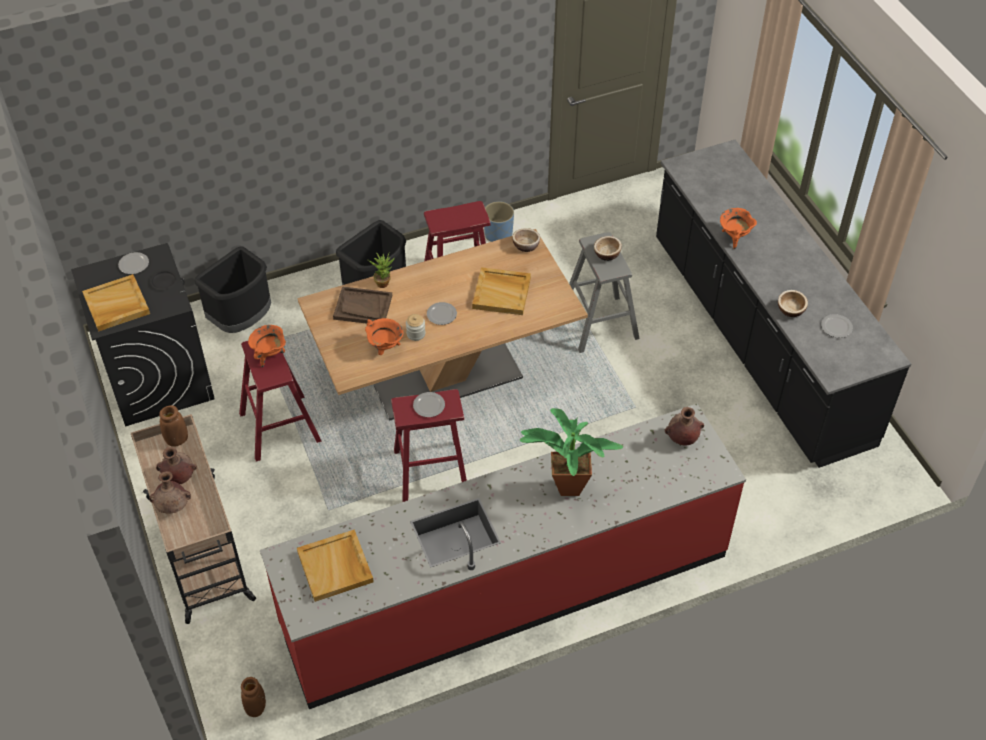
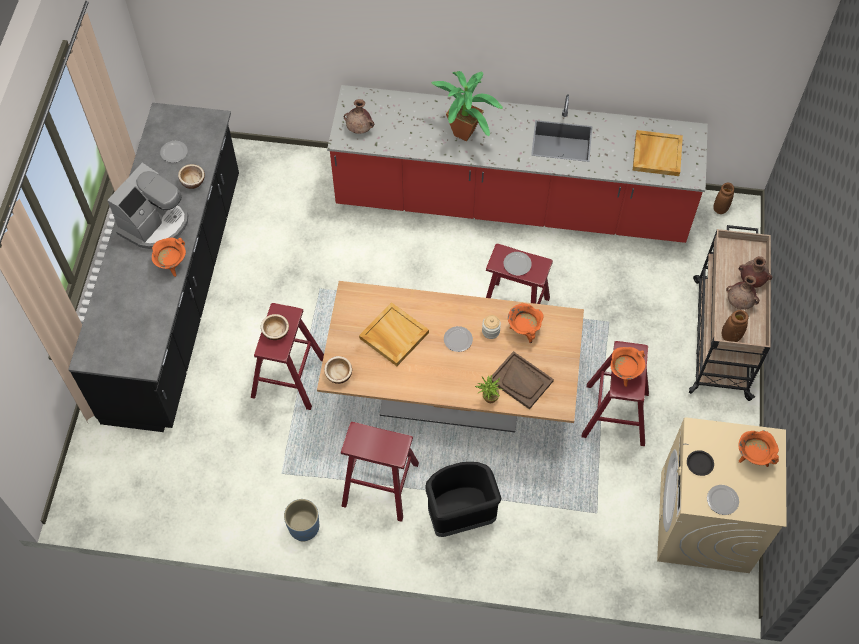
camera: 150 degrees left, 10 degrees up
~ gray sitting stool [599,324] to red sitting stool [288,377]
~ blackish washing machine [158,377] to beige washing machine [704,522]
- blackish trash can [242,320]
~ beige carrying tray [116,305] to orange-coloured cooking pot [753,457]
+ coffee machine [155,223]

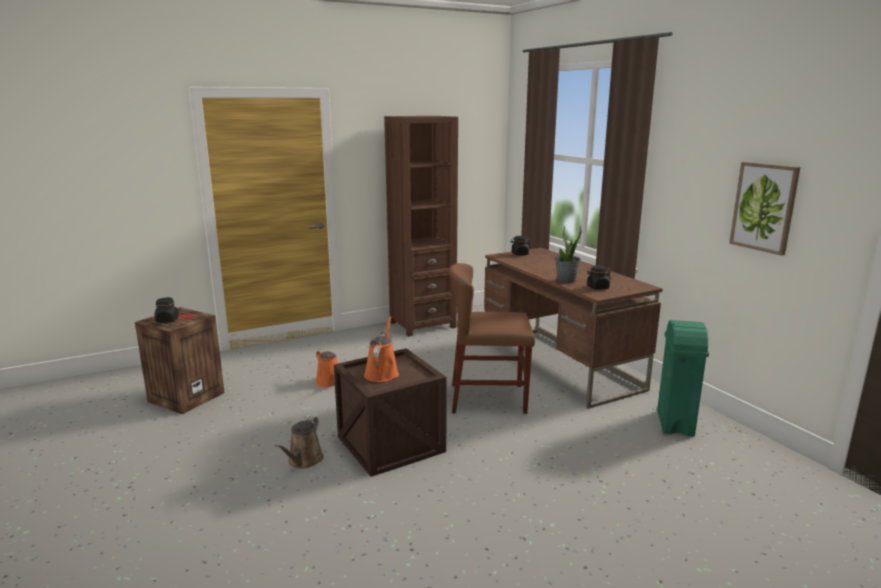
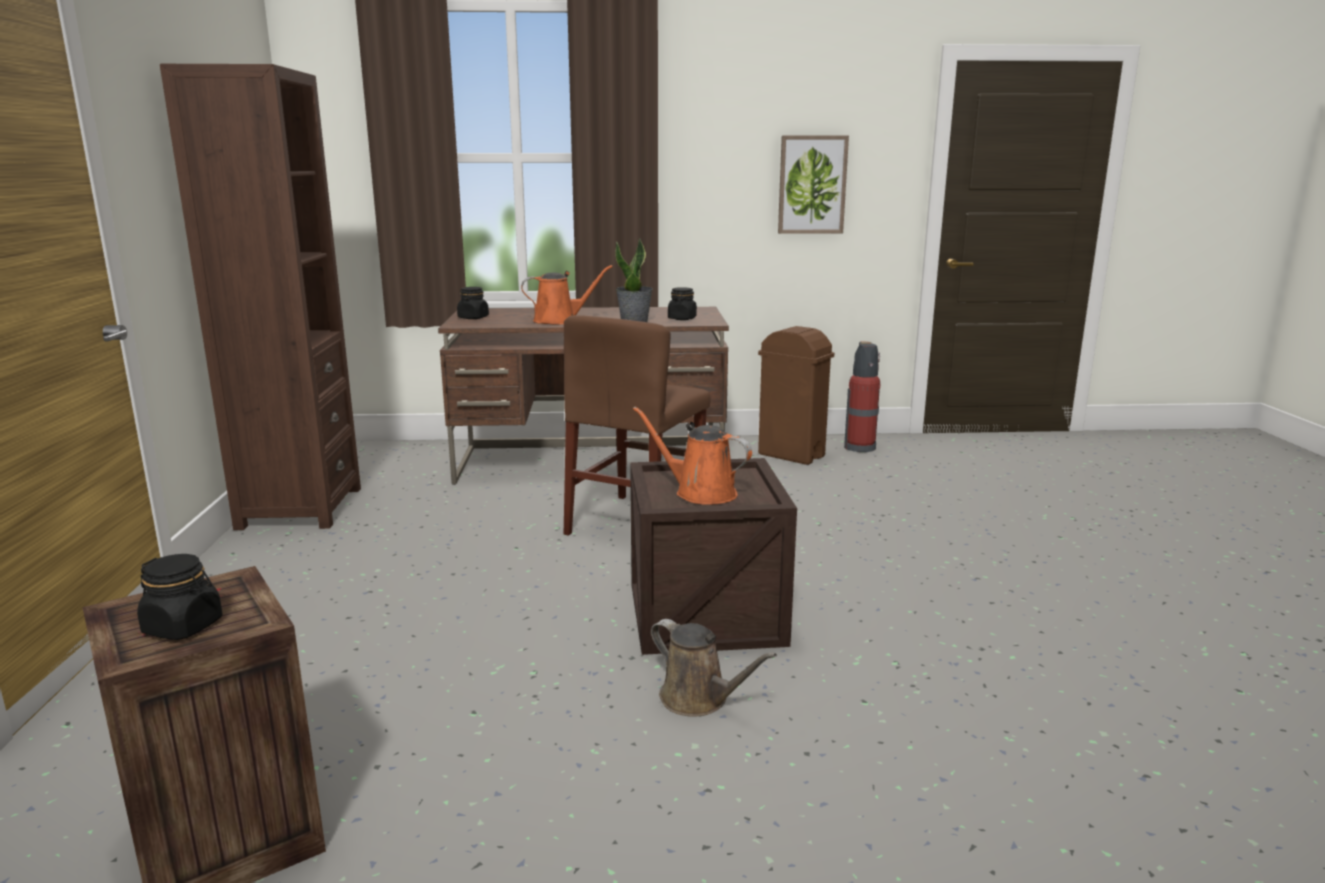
camera: 65 degrees left, 0 degrees up
~ greenish trash can [674,423] to brown trash can [791,455]
~ orange-coloured watering can [331,382] to [559,320]
+ fire-fighting cylinder [859,447]

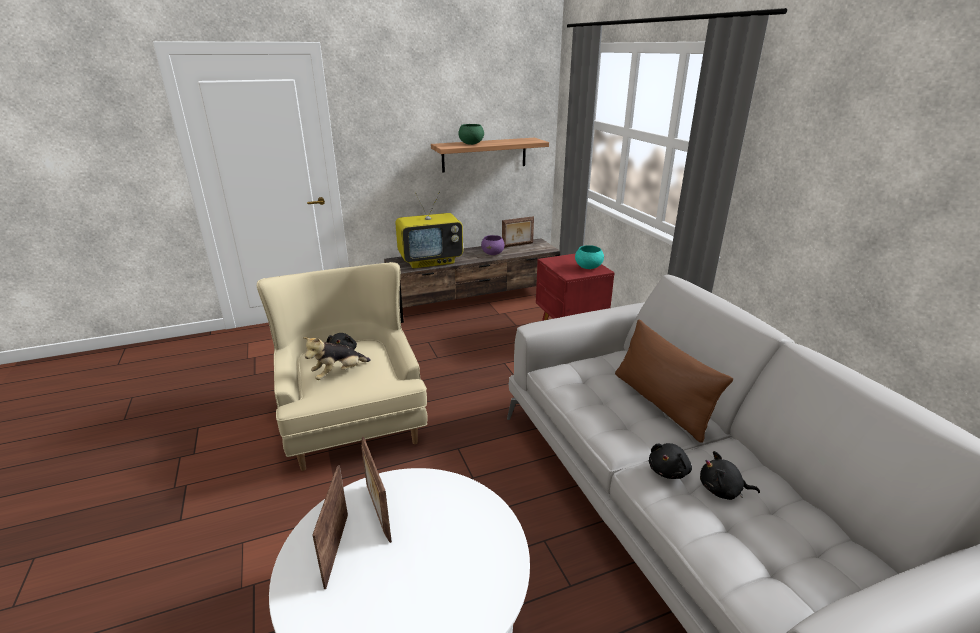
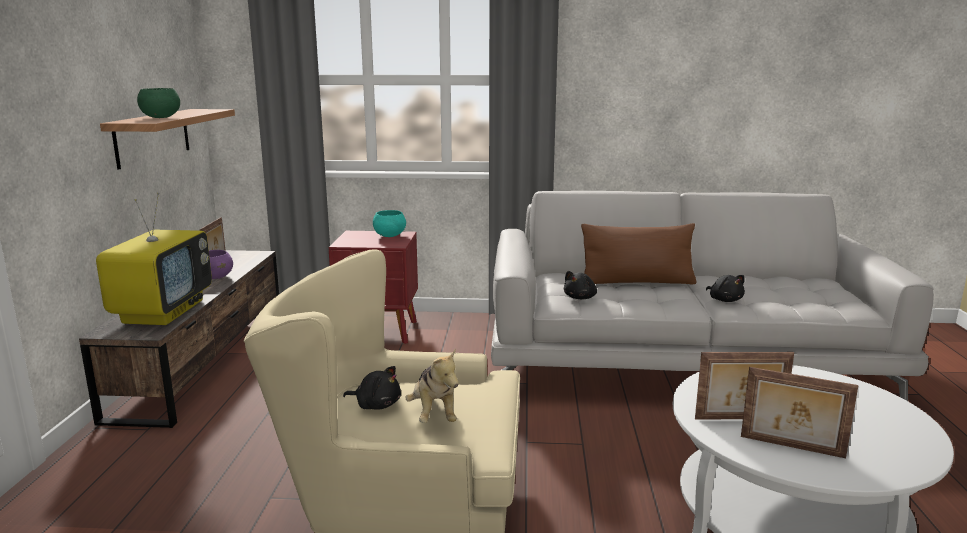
camera: 65 degrees left, 10 degrees down
~ blackish plush toy [722,490] to [581,298]

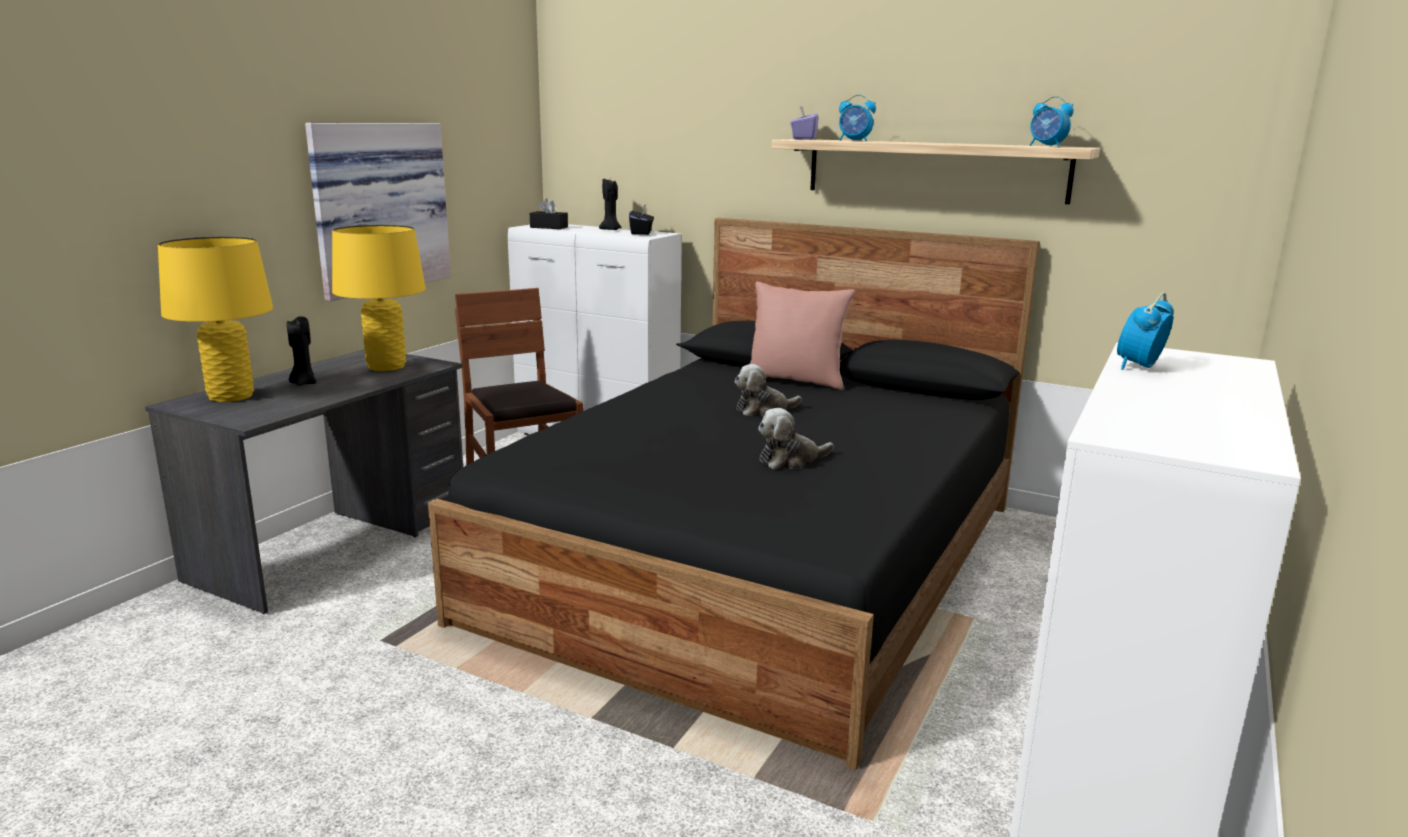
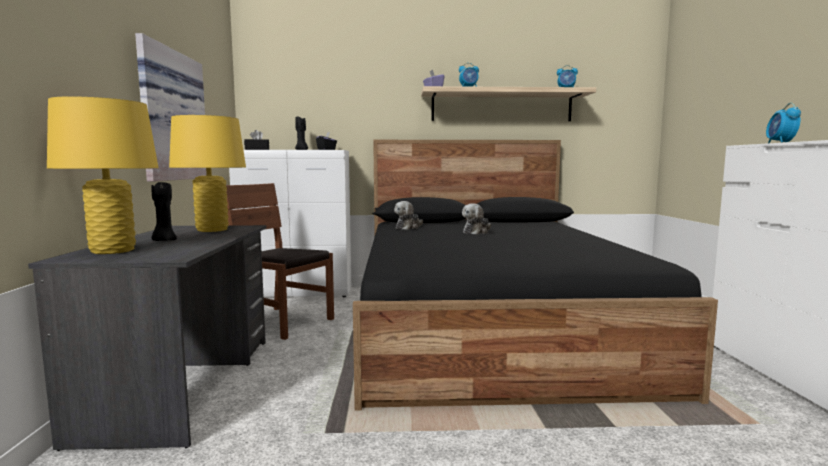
camera: 30 degrees left, 10 degrees down
- pink cushion [796,381]
~ plush toy [790,460] to [408,227]

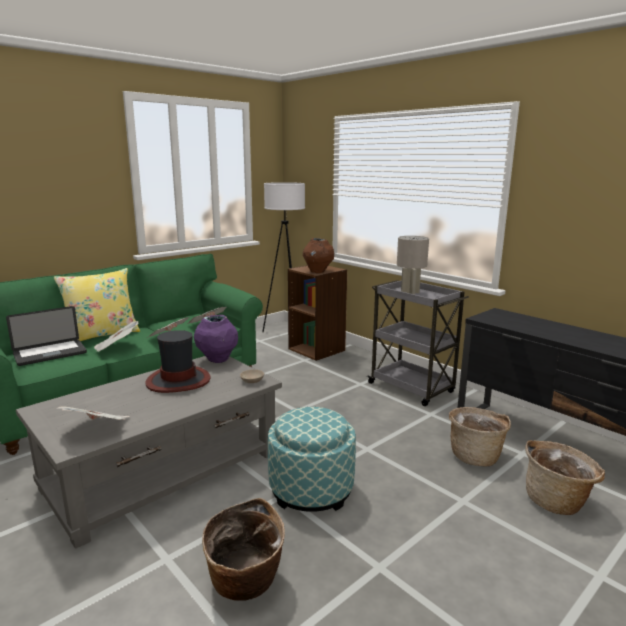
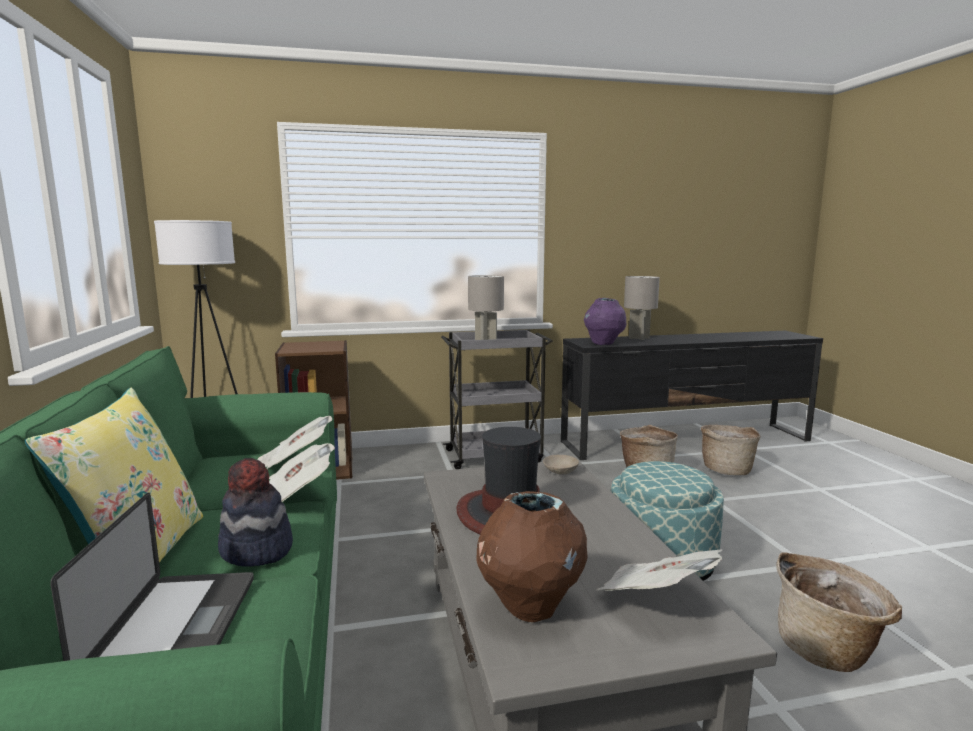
camera: 60 degrees left, 5 degrees down
~ brown flower vase [318,271] to [530,606]
~ purple-coloured flower vase [217,360] to [603,343]
~ printed paper [116,348] to wearable hat [256,550]
+ gray lamp for a table [639,338]

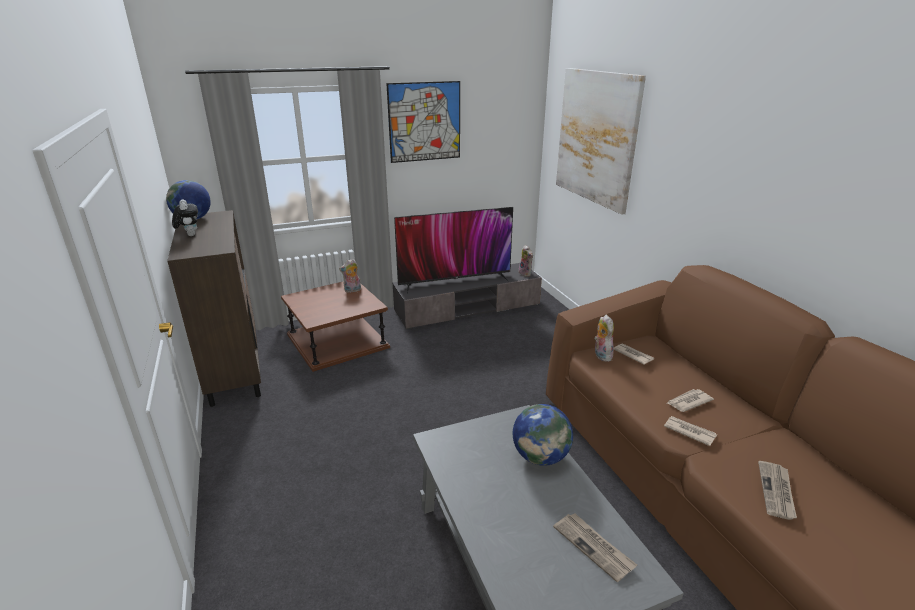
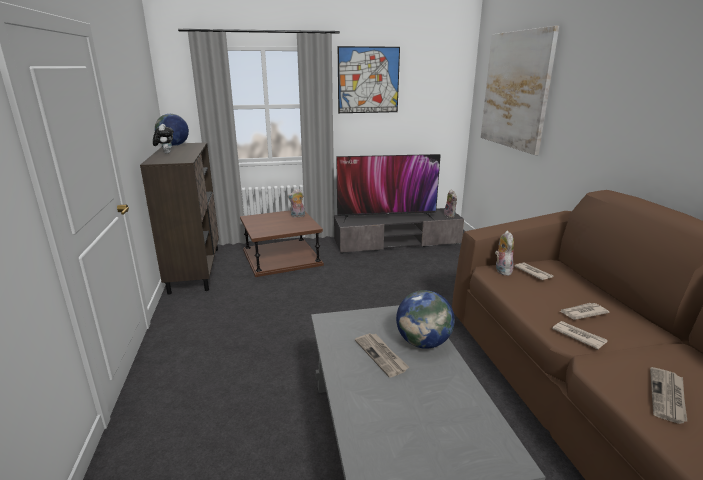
camera: 10 degrees right, 5 degrees down
~ printed paper [594,547] to [381,355]

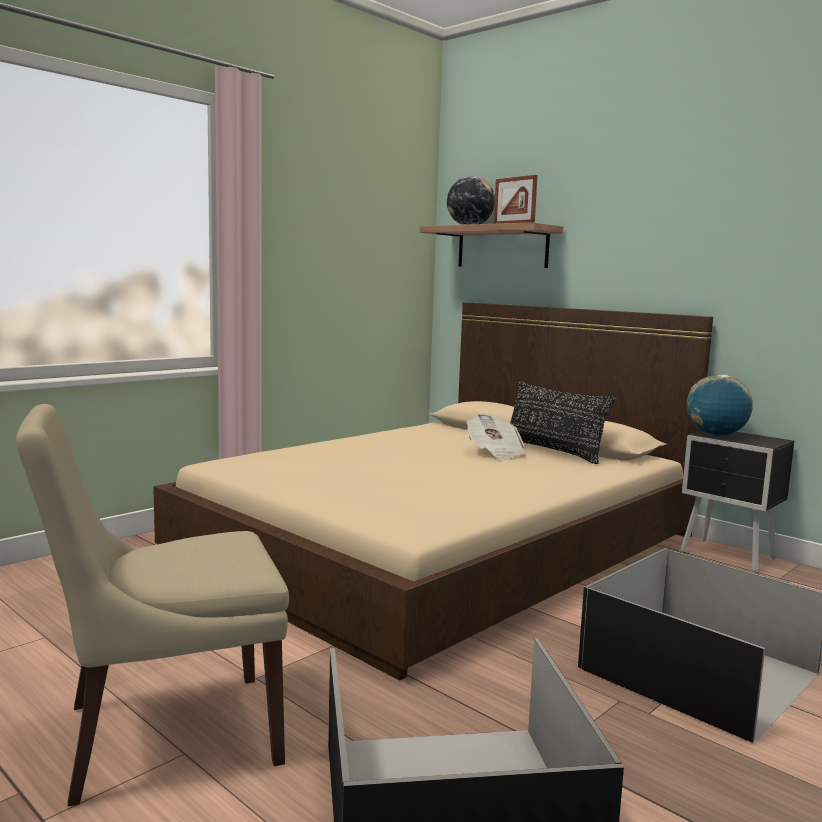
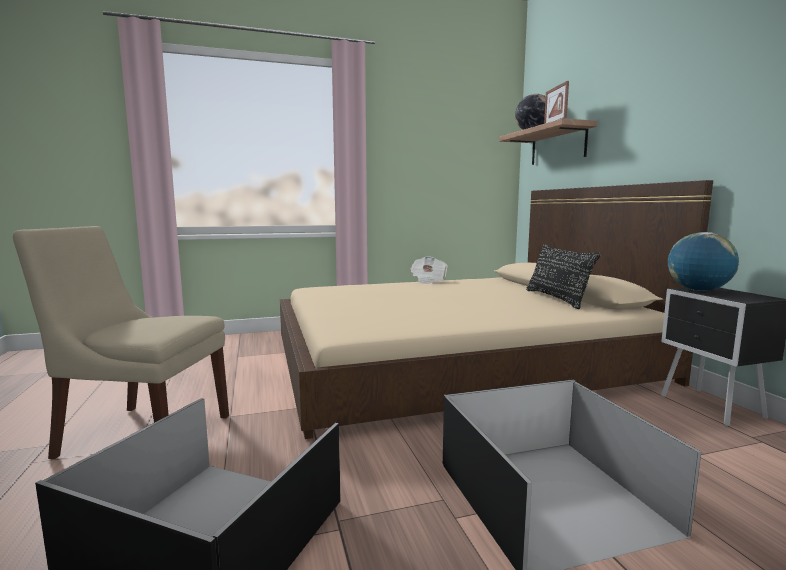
camera: 30 degrees right, 0 degrees up
~ printed paper [495,453] to [428,281]

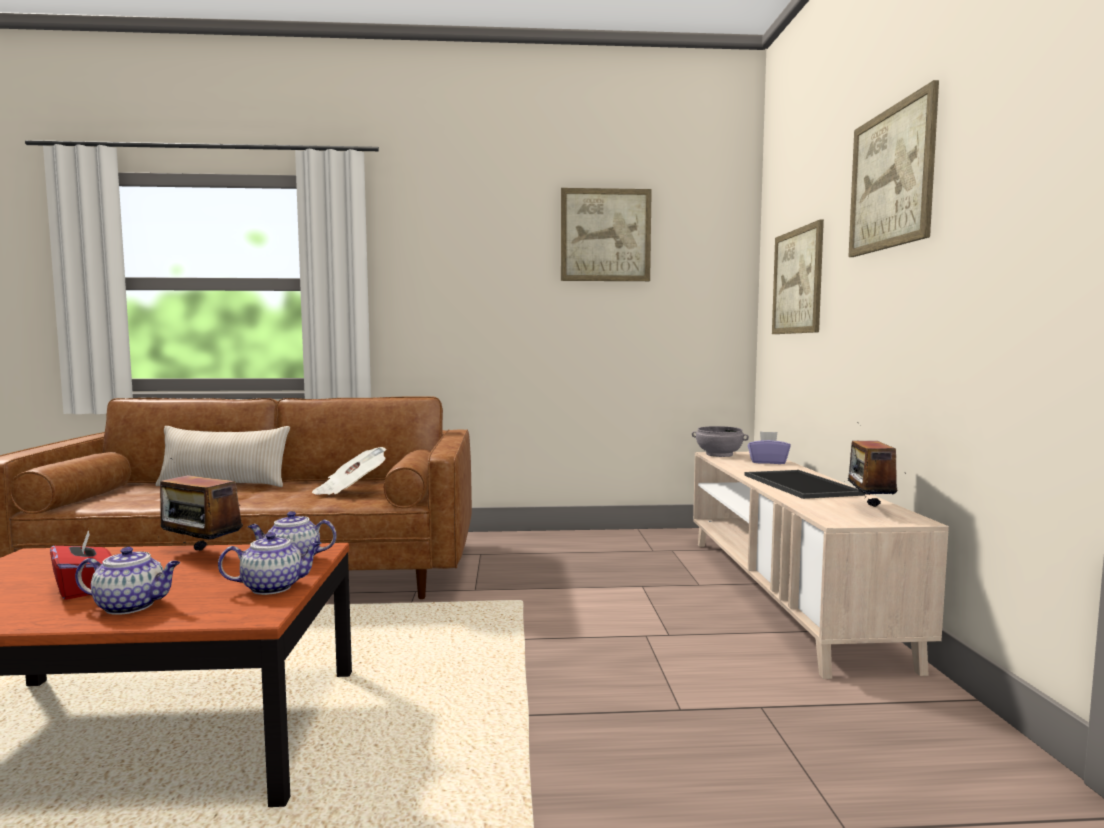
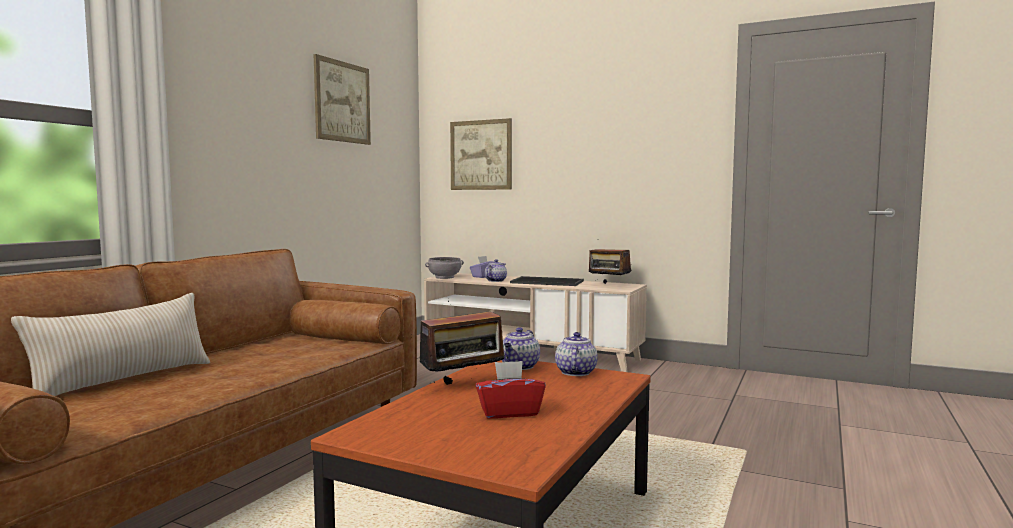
camera: 60 degrees left, 0 degrees up
- picture [891,178]
- printed paper [350,490]
~ teapot [132,606] to [495,281]

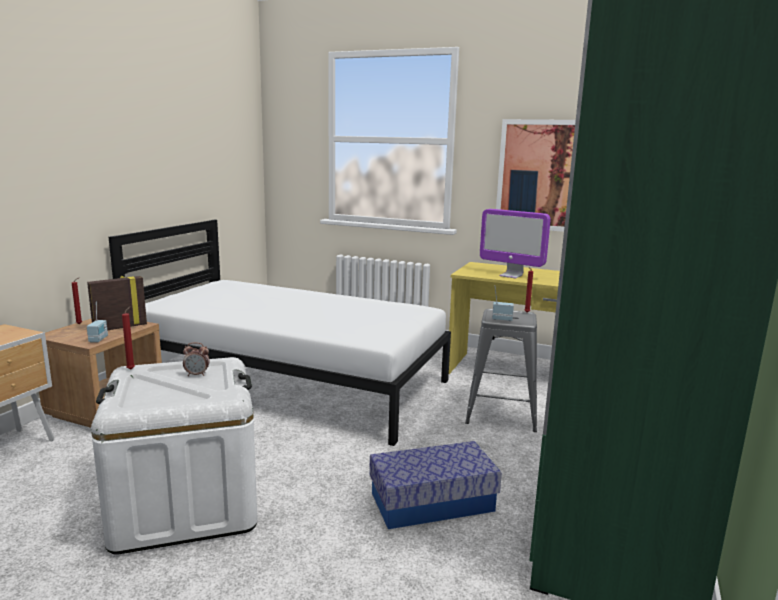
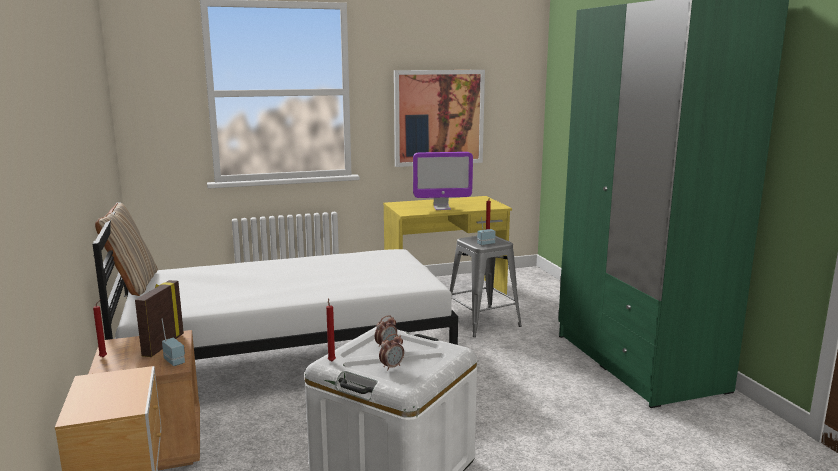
camera: 40 degrees left, 0 degrees up
- storage container [432,502]
+ beige cushion [132,284]
+ bedside clock [392,367]

